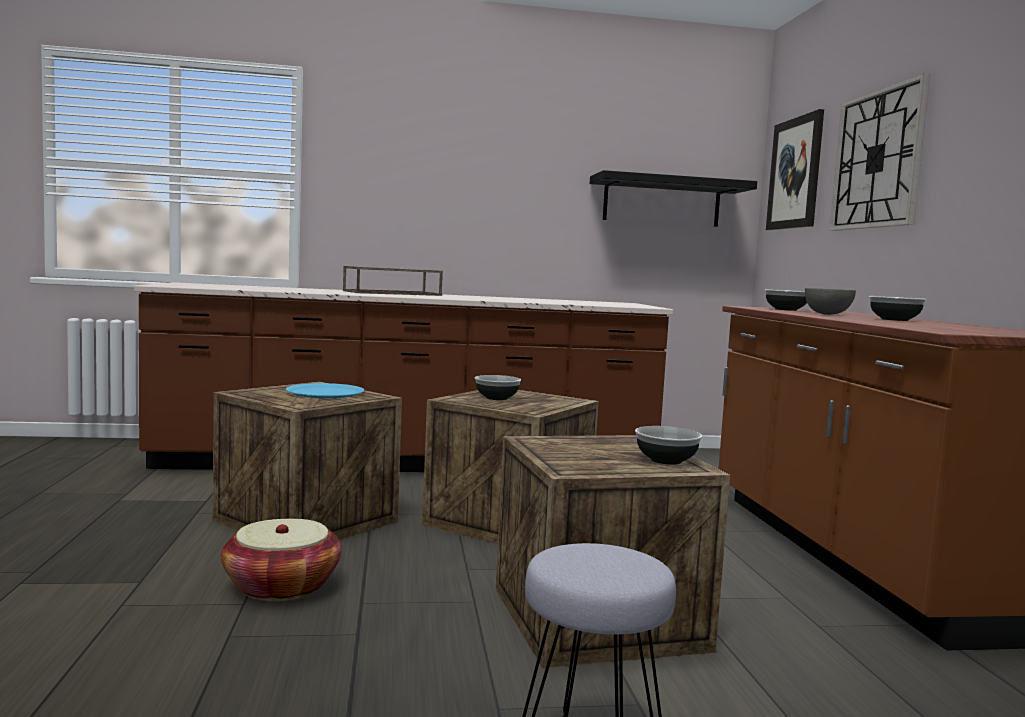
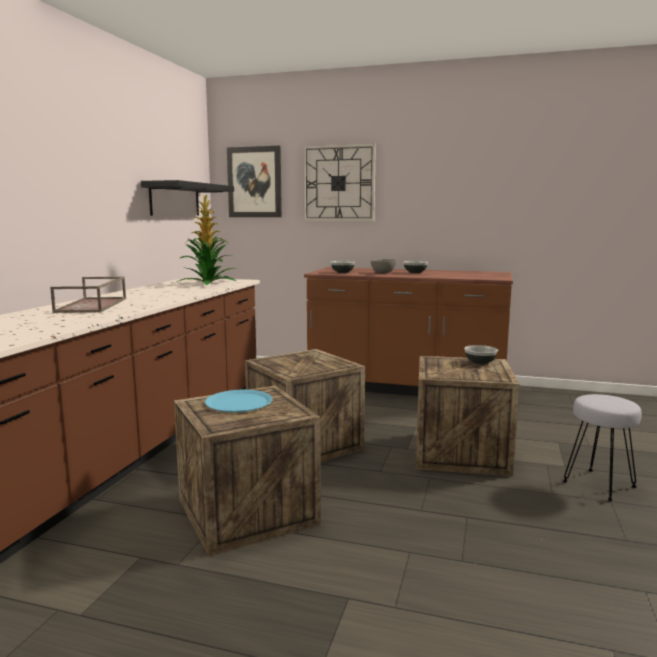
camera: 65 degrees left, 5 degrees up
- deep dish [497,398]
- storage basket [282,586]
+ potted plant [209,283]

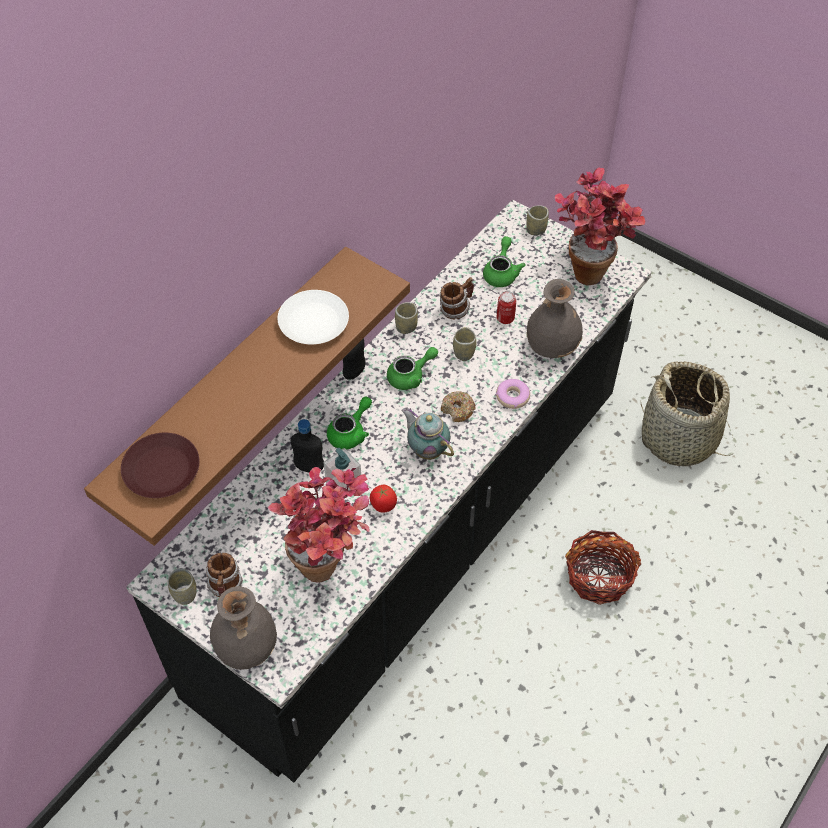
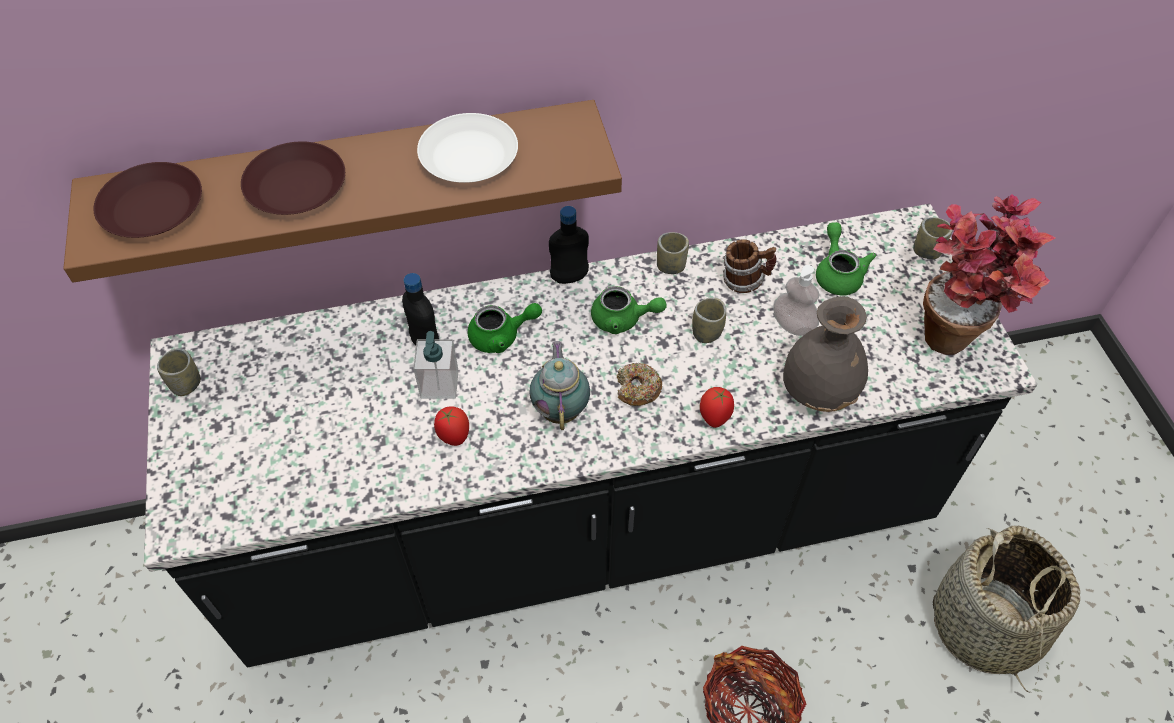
camera: 40 degrees right, 0 degrees up
~ greenish teapot [501,272] = [837,273] 60 degrees counterclockwise
~ metal can [505,318] to soap bottle [792,325]
~ ring doughnut [512,397] to fresh tomato [714,417]
- potted plant [330,561]
- coffee mug [226,587]
- gray flower vase [246,648]
+ brown dinner plate [295,186]

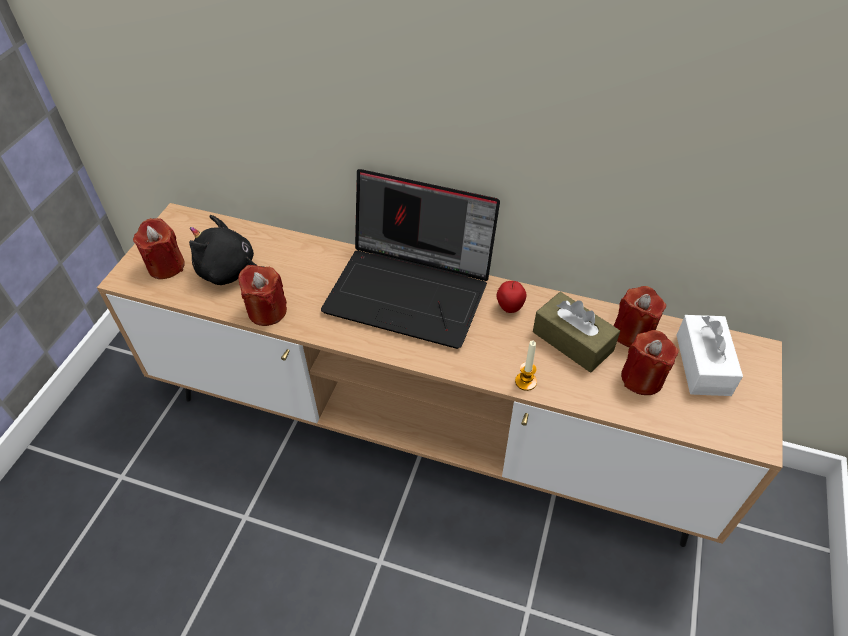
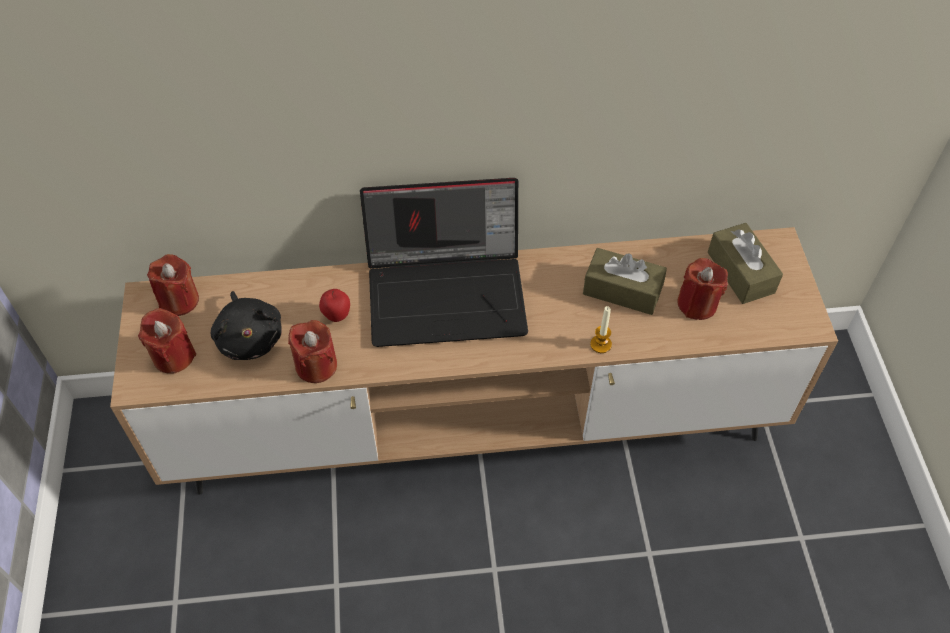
camera: 25 degrees left, 5 degrees up
~ blackish plush toy [231,272] = [250,338] 105 degrees counterclockwise
~ whole apple [509,308] to [337,316]
~ red candle [632,333] to [179,300]
~ whitish tissue holder [703,364] to brown tissue holder [740,272]

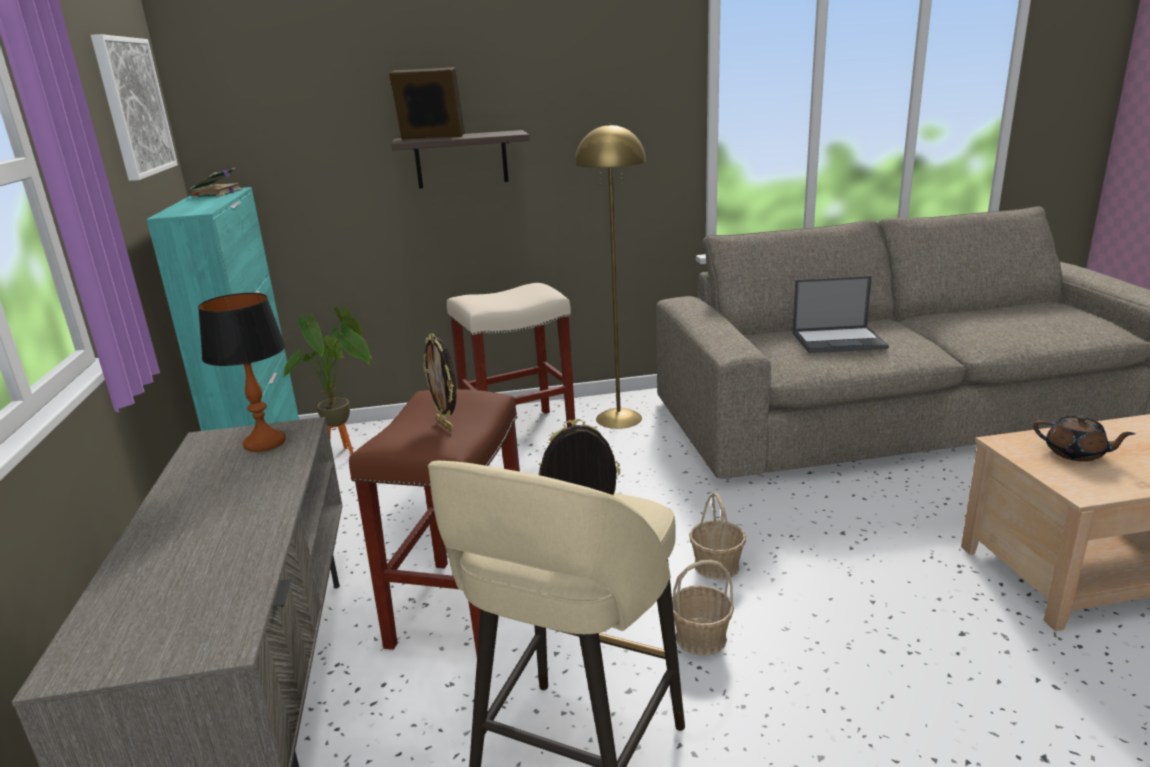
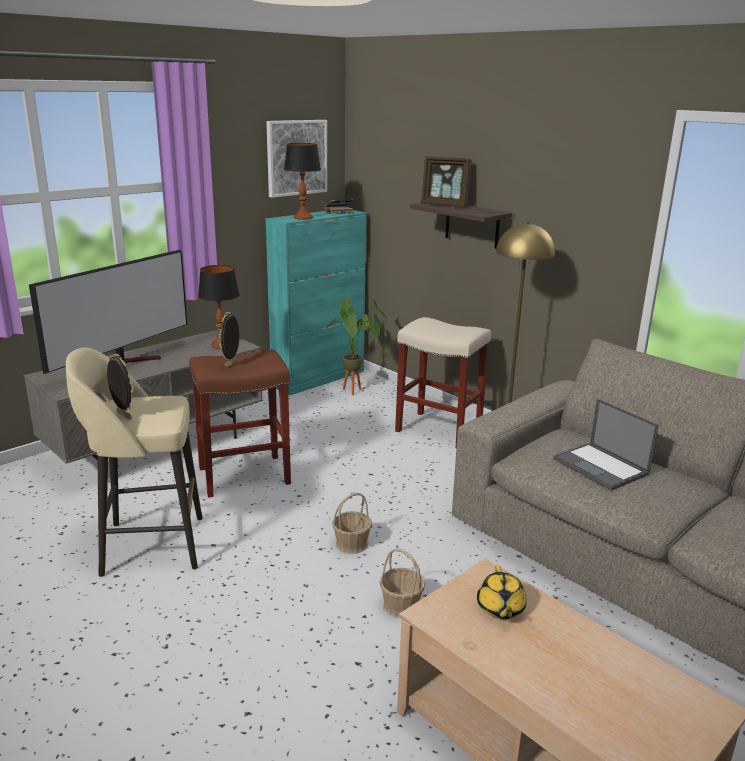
camera: 55 degrees right, 0 degrees up
~ standing frame [431,137] = [444,205] 135 degrees clockwise
~ brown teapot [1076,454] to yellow teapot [500,608]
~ storage basket [700,637] to [401,605]
+ lamp for a table [303,218]
+ TV [129,364]

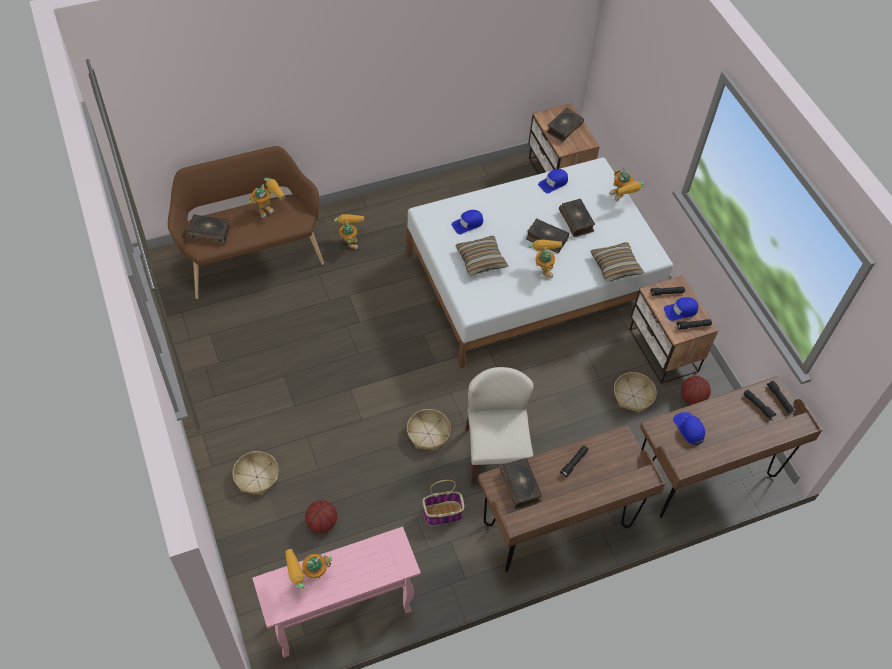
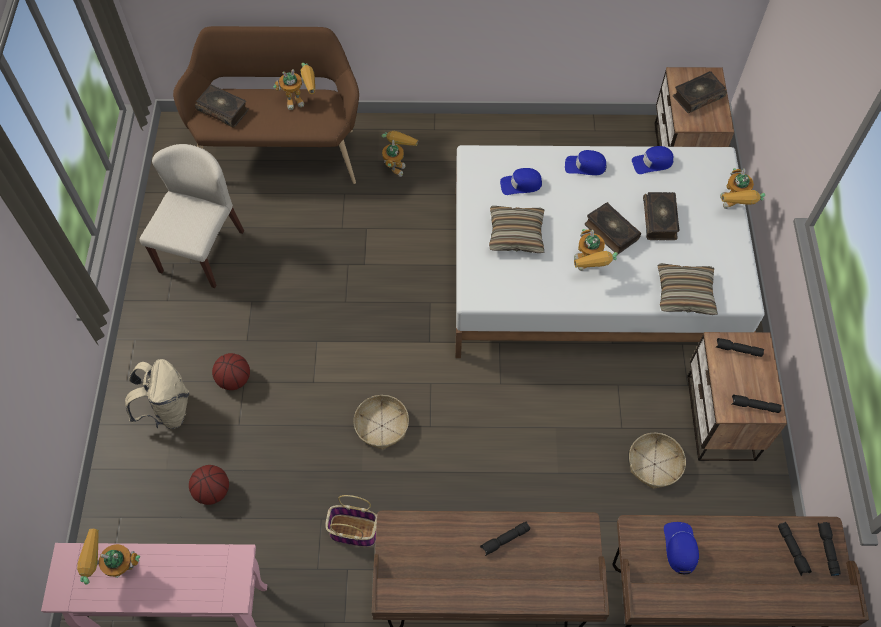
camera: 25 degrees right, 5 degrees up
~ toy robot [542,268] = [588,268] 150 degrees clockwise
~ blue-coloured cap [681,311] to [585,166]
~ beige chair [494,453] to [201,250]
~ basketball ball [692,397] to [234,379]
~ storage basket [256,477] to beige backpack [167,410]
- volume [520,486]

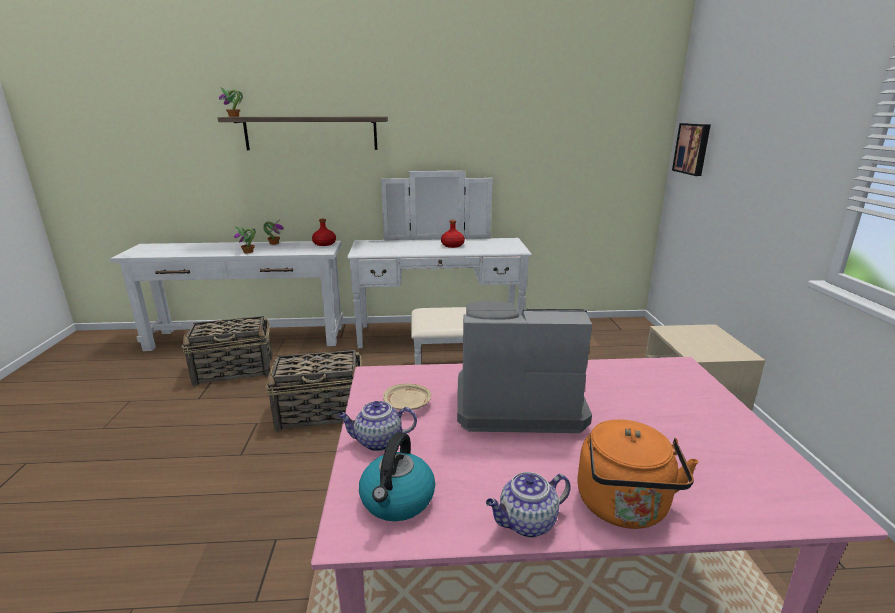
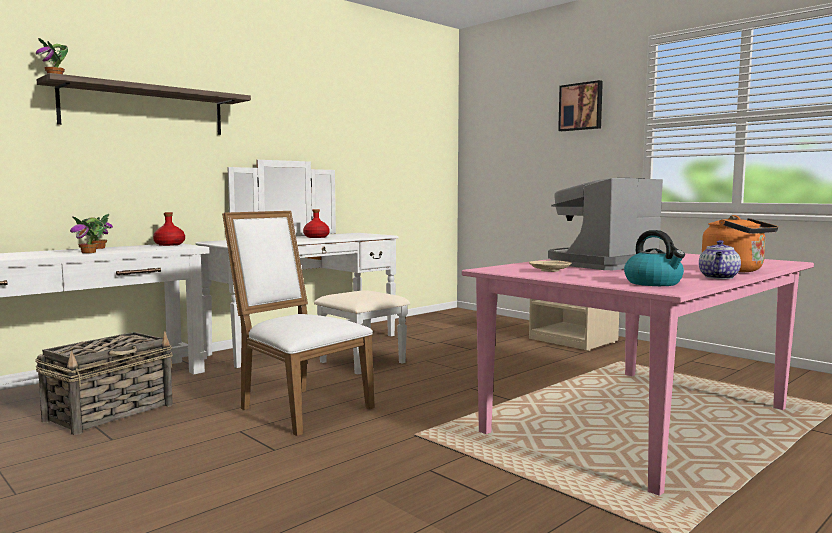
camera: 40 degrees left, 15 degrees down
~ picture [692,148] to [581,106]
~ storage basket [322,413] to whitish chair [299,408]
- teapot [377,441]

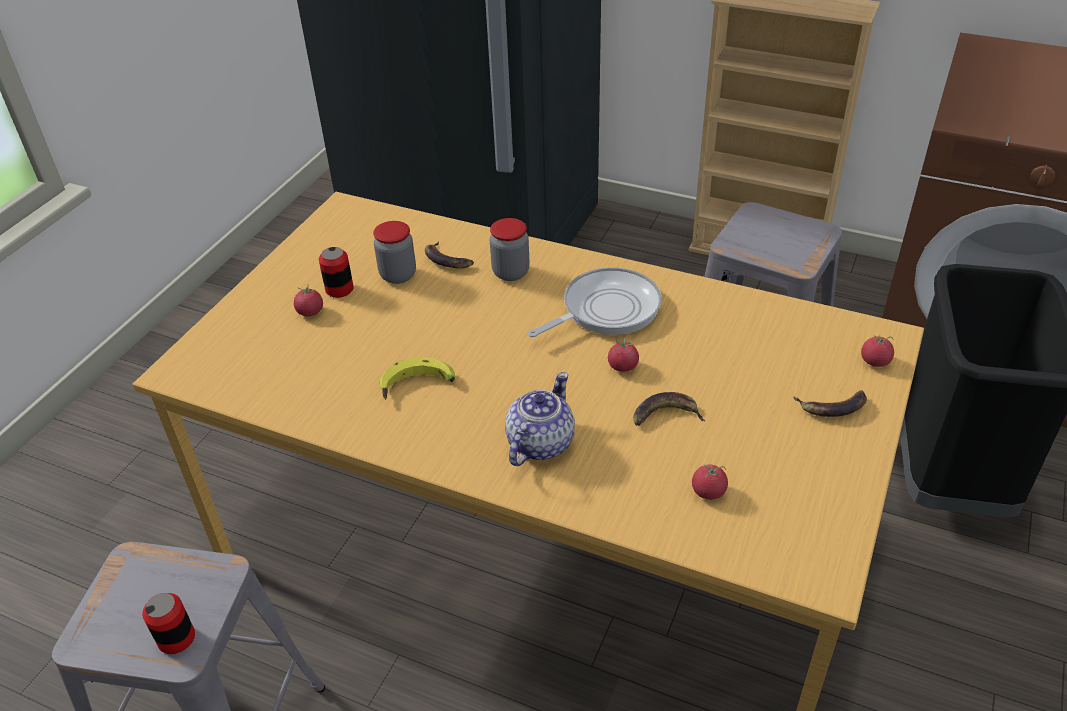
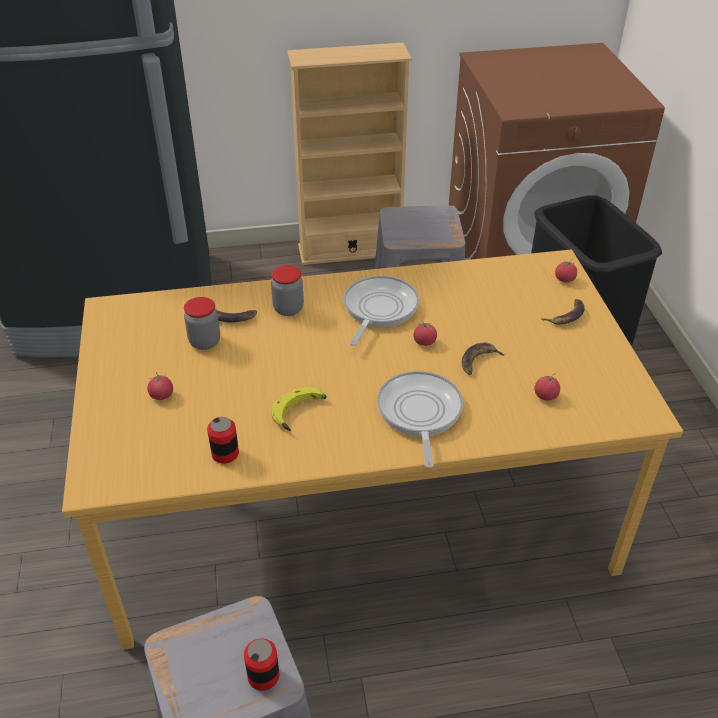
camera: 35 degrees left, 0 degrees up
~ metal can [339,289] to [225,454]
~ teapot [539,443] to pan [419,413]

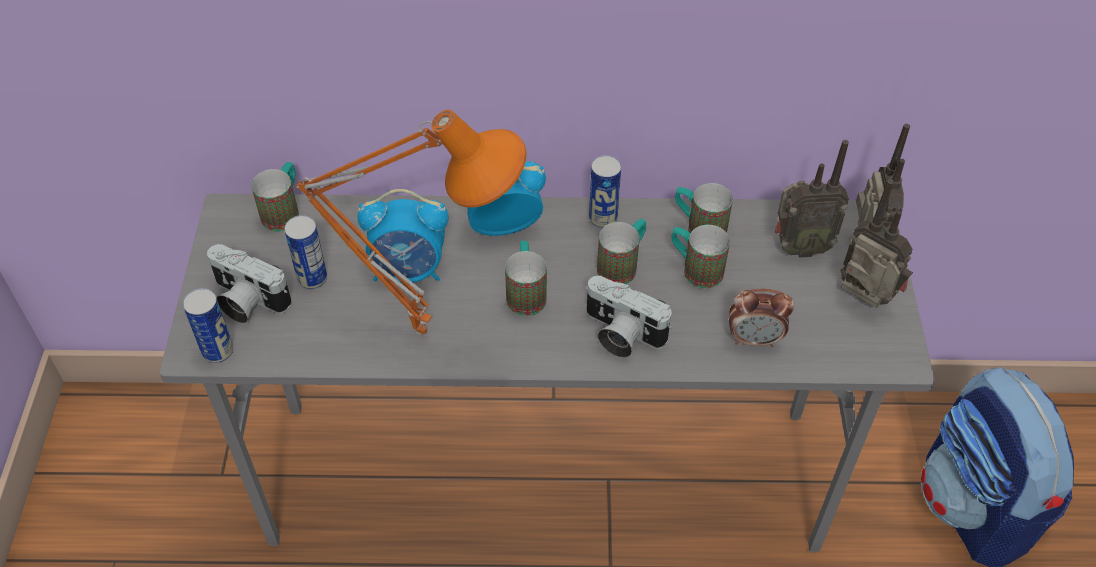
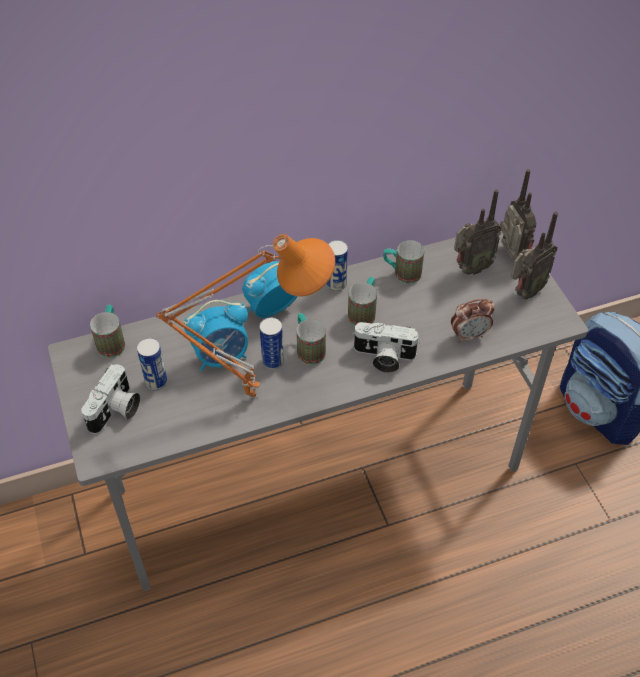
camera: 20 degrees left, 0 degrees up
~ radio receiver [863,302] = [524,292] 120 degrees clockwise
- coffee mug [695,269]
~ still camera [246,301] = [116,411] 75 degrees counterclockwise
~ metal can [218,351] to [273,361]

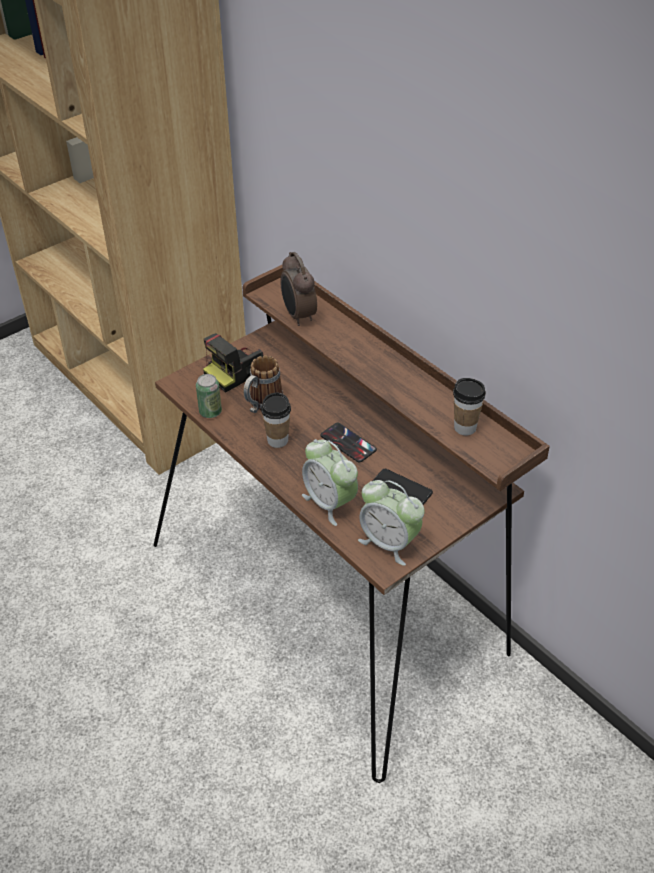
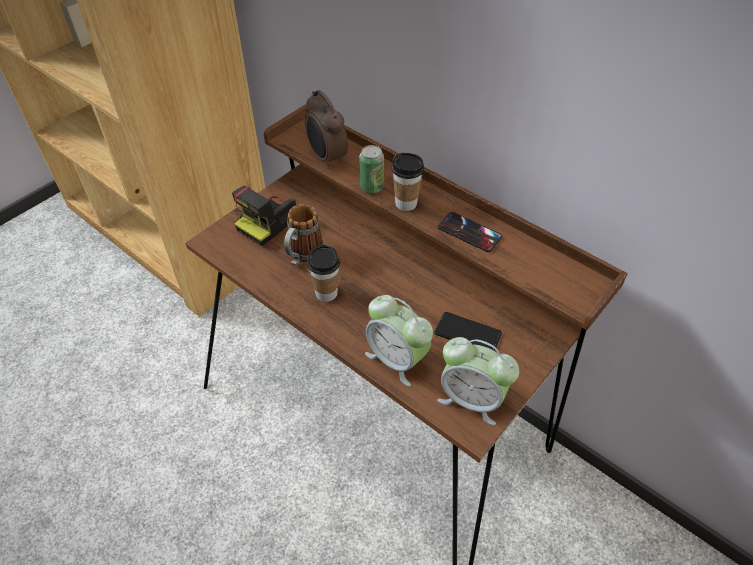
camera: 10 degrees left, 5 degrees up
~ metal can [210,412] to [371,187]
~ drinking cup [465,428] to [406,203]
~ phone [348,443] to [469,232]

